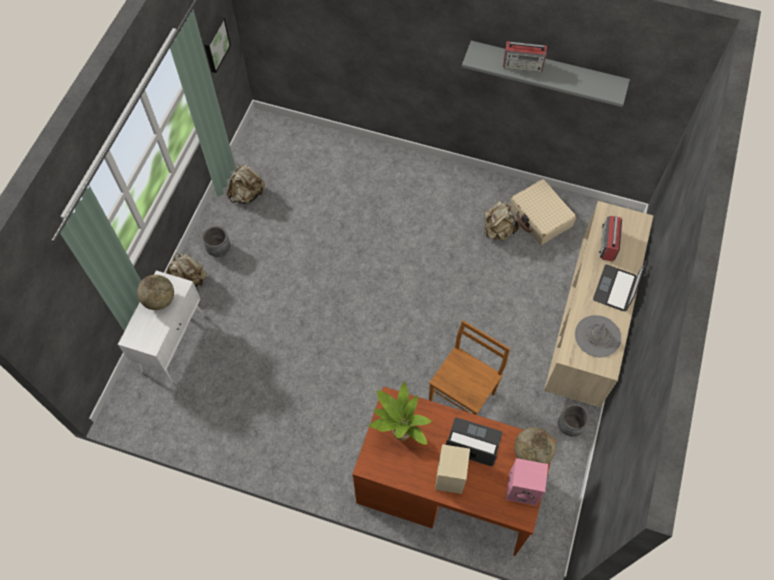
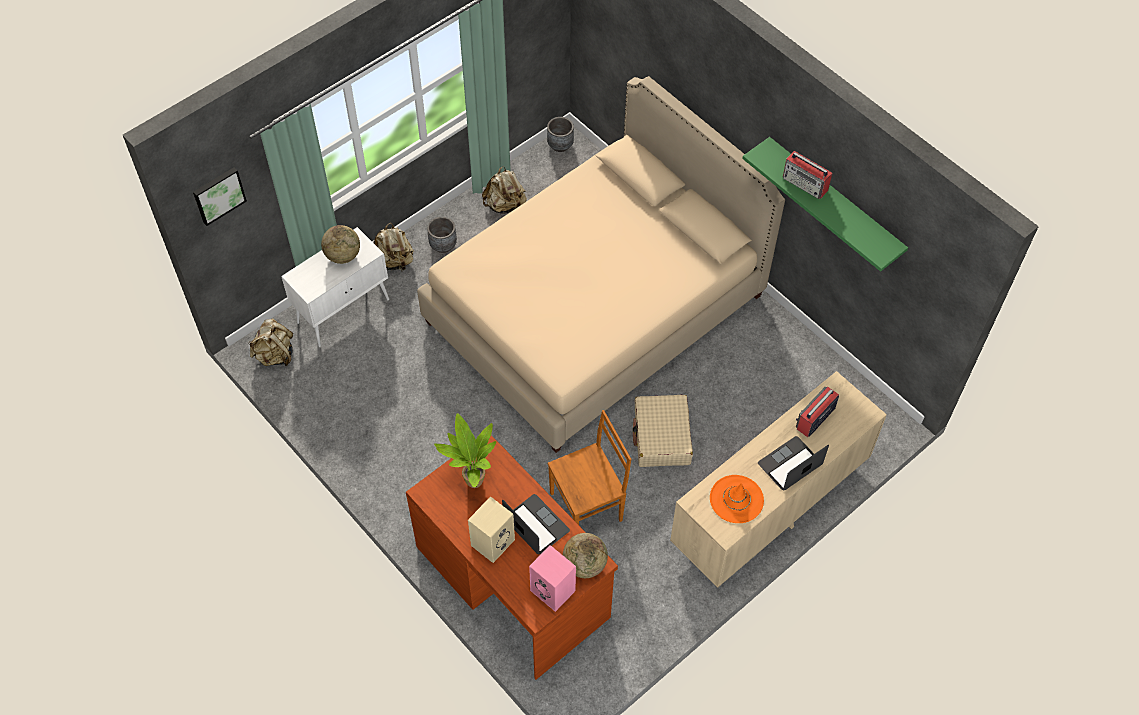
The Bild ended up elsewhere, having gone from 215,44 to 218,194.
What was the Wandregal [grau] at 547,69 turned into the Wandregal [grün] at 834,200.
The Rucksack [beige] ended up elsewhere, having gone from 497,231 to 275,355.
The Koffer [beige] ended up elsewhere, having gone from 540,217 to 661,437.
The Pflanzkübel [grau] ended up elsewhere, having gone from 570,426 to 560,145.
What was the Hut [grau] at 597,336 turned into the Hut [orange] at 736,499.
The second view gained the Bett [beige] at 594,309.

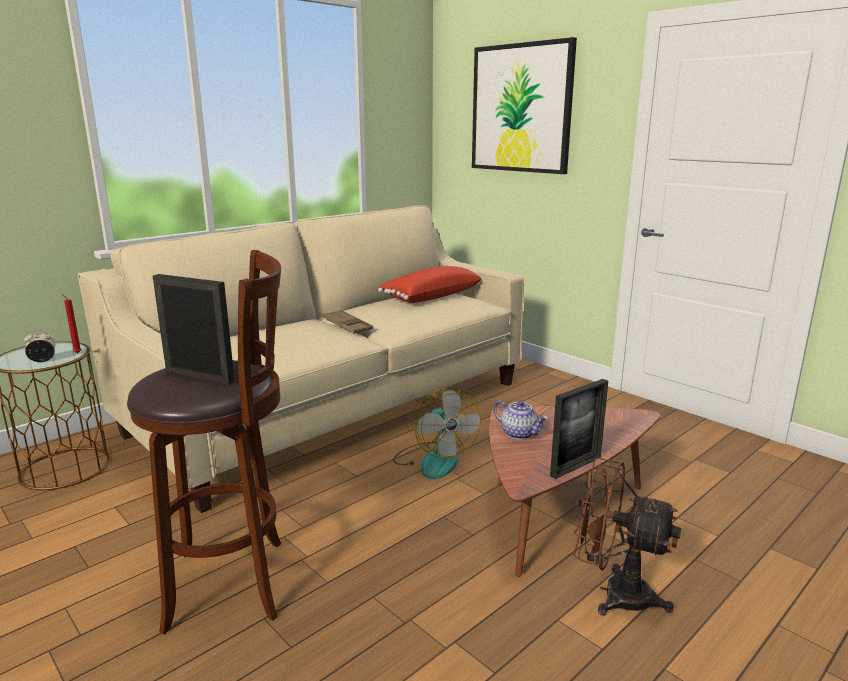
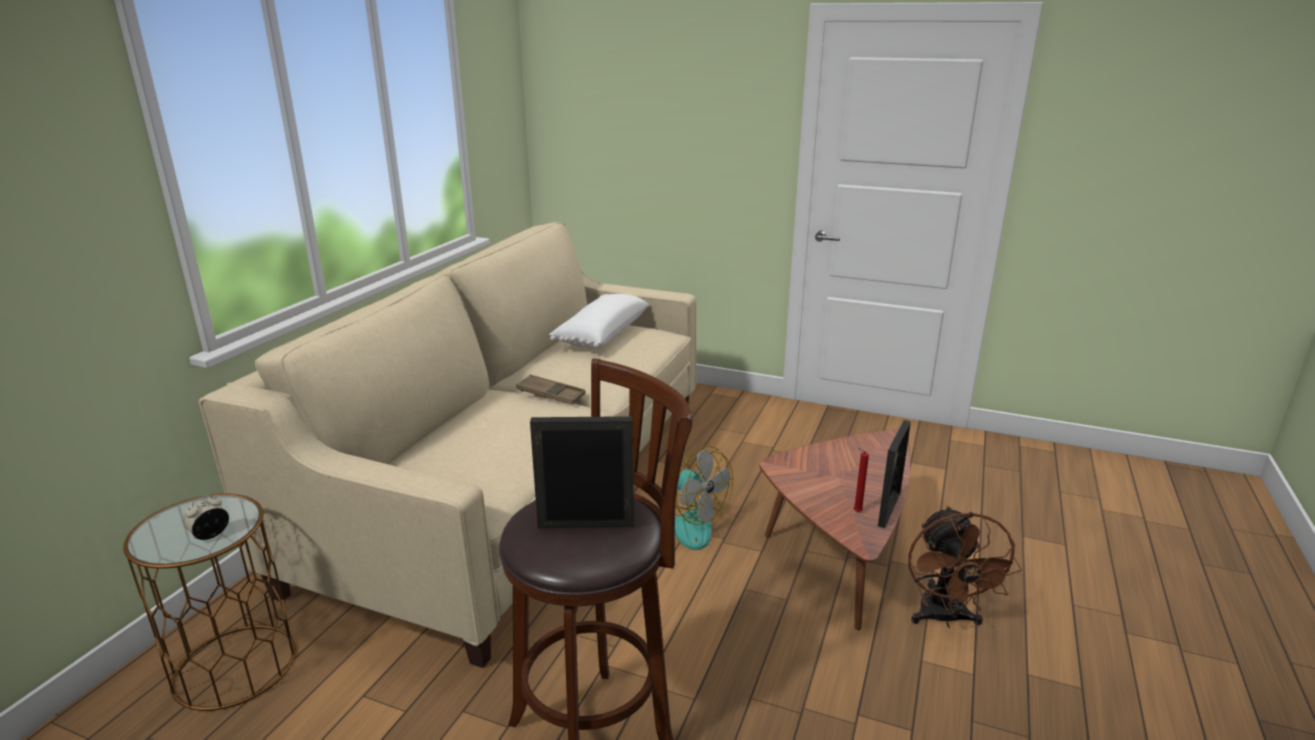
The Kerze [rot] ended up elsewhere, having gone from 76,353 to 856,512.
What was the Kissen [rot] at 430,297 turned into the Kissen [weiß] at 600,335.
The second view lost the Bild at 521,108.
The second view lost the Teekanne at 519,433.
The Ventilator [braun] at 614,593 ended up facing another way, 90 degrees counterclockwise from before.

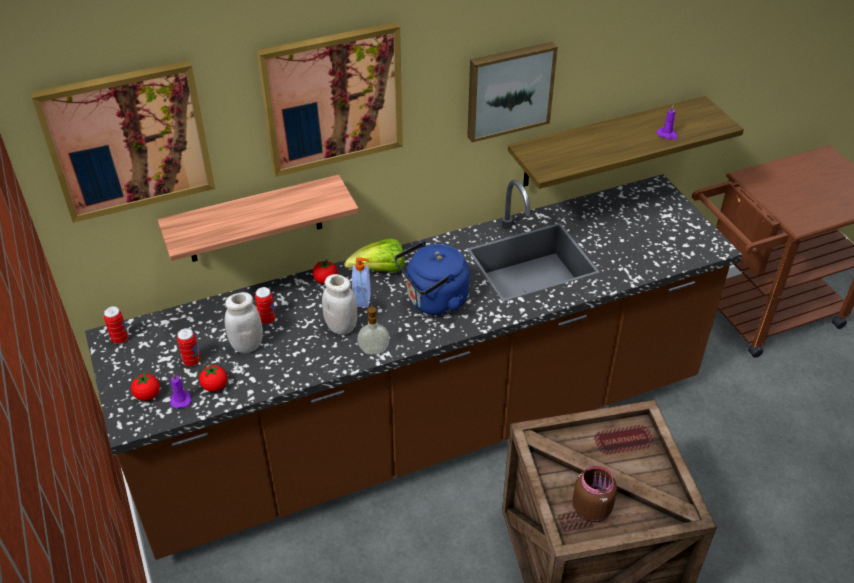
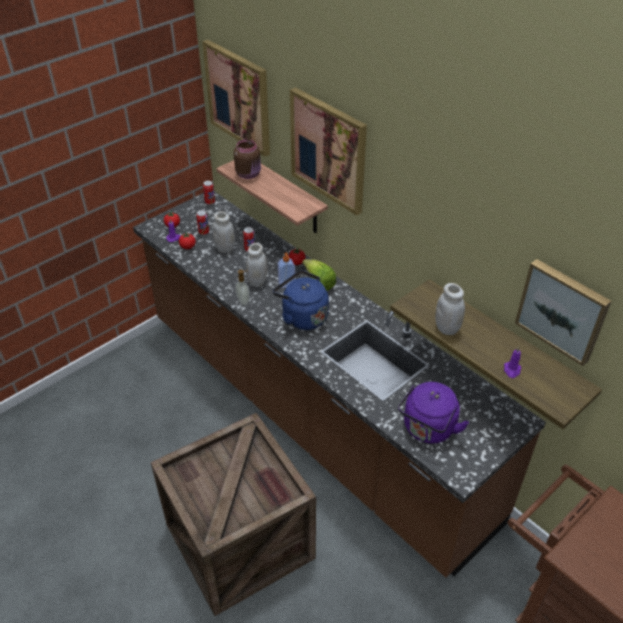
The Bild ended up elsewhere, having gone from 509,90 to 562,310.
The Vorratsglas [braun] ended up elsewhere, having gone from 591,508 to 249,174.
The second view gained the Wasserkessel [lila] at 428,429.
The second view gained the Vorratsglas [weiß] at 447,328.

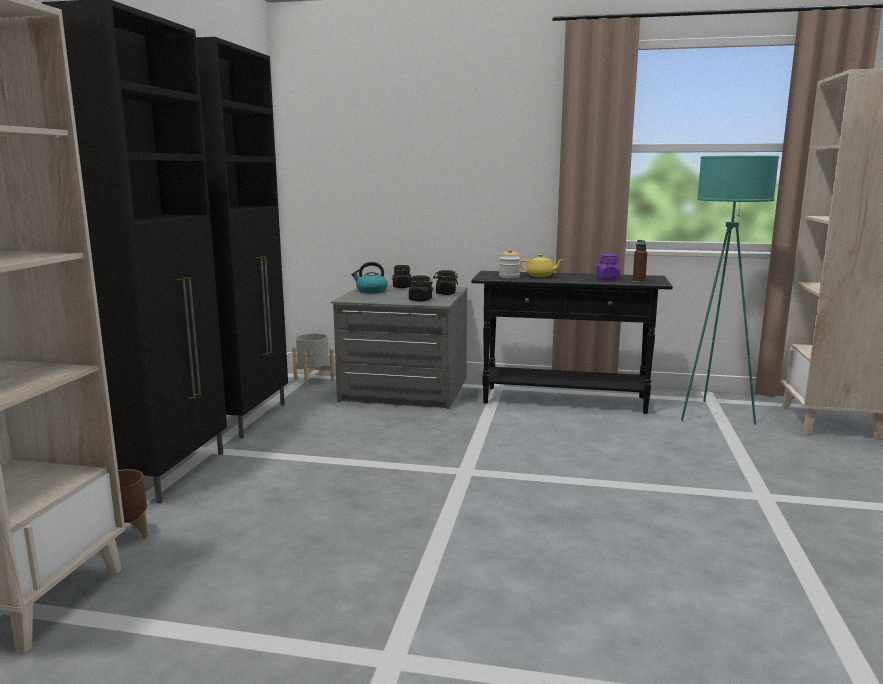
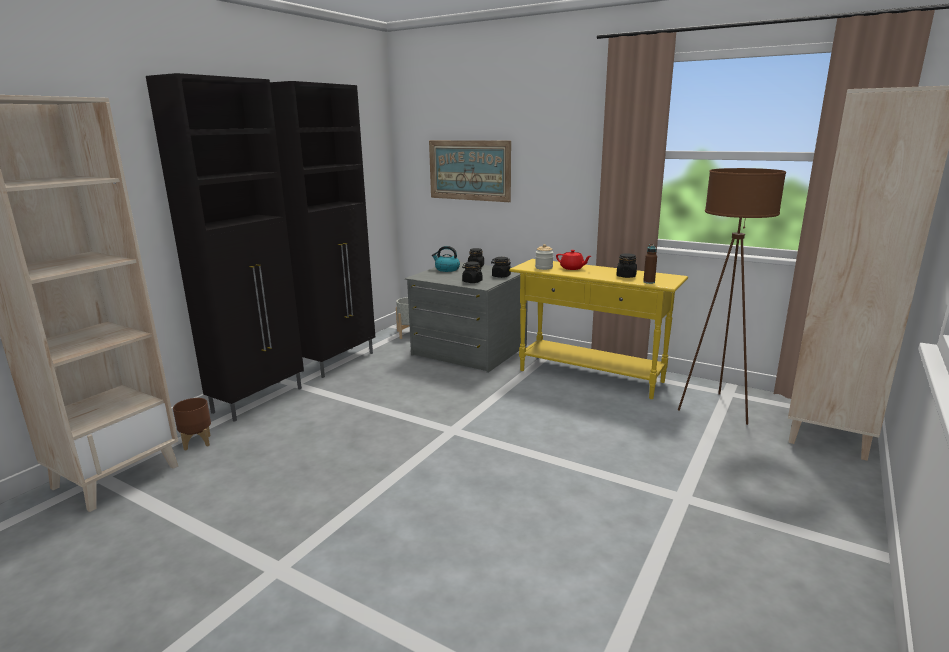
What was the Konsolentisch [schwarz] at 565,400 turned into the Konsolentisch [gelb] at 590,376.
What was the Teekanne [gelb] at 540,275 turned into the Teekanne [rot] at 572,268.
What was the Vorratsglas [lila] at 607,278 turned into the Vorratsglas [schwarz] at 626,276.
What was the Stehlampe [türkis] at 713,414 turned into the Stehlampe [braun] at 715,408.
The second view gained the Bild at 469,170.

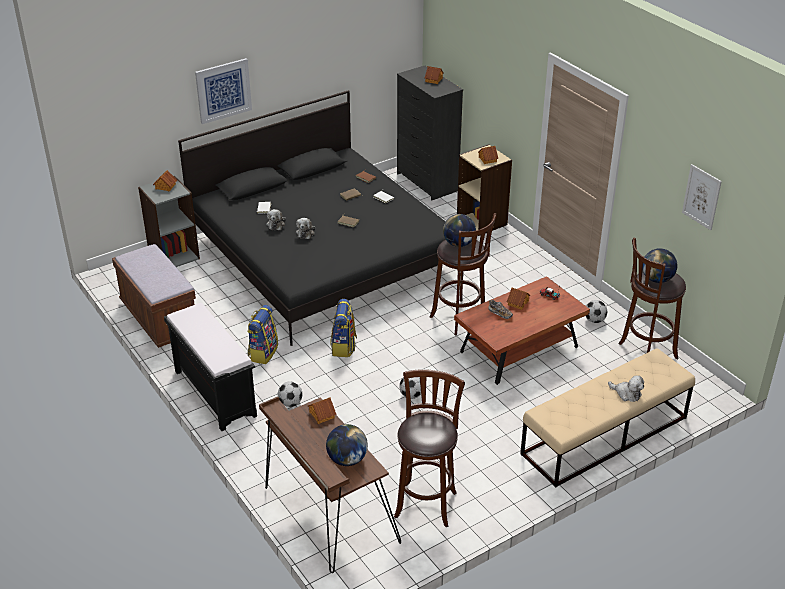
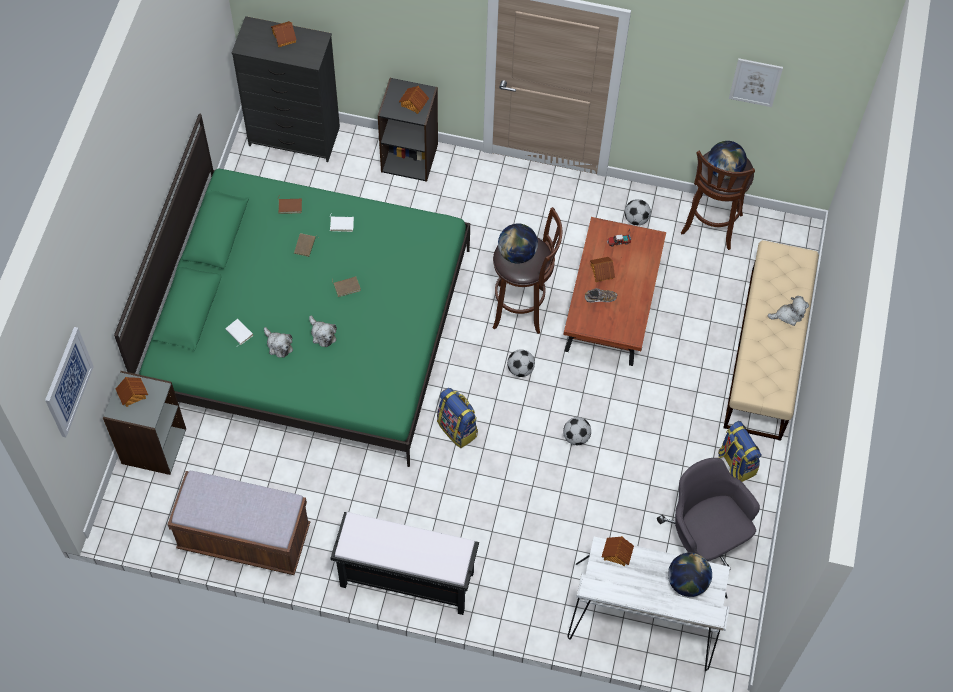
What was the Bett [schwarz] at 324,256 turned into the Bett [grün] at 308,326.
The Bild ended up elsewhere, having gone from 223,90 to 68,382.
The Rucksack ended up elsewhere, having gone from 263,352 to 736,463.
What was the Schreibtisch [braun] at 327,514 turned into the Schreibtisch [weiß] at 643,619.
The Fußball ended up elsewhere, having gone from 290,403 to 520,369.
Where the Hocker [braun] stood at 426,502, the Bürostuhl [grau] came to stand at 703,540.
What was the Bücherregal [beige] at 482,221 turned into the Bücherregal [schwarz] at 409,157.

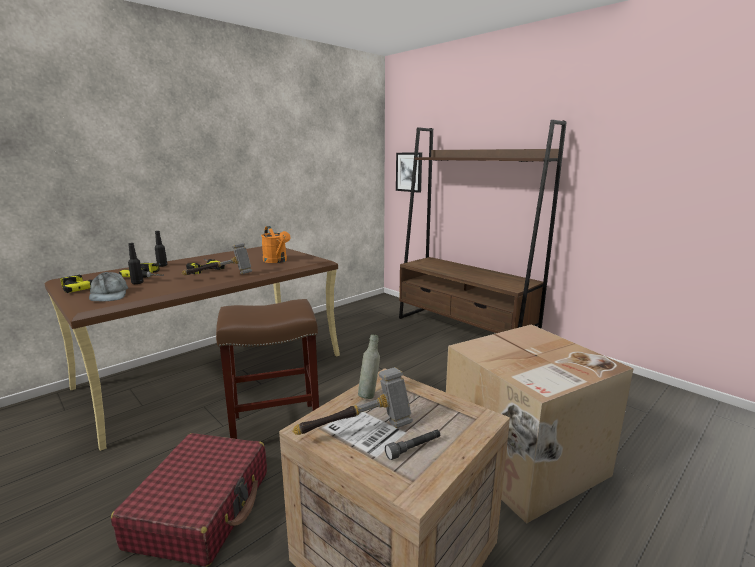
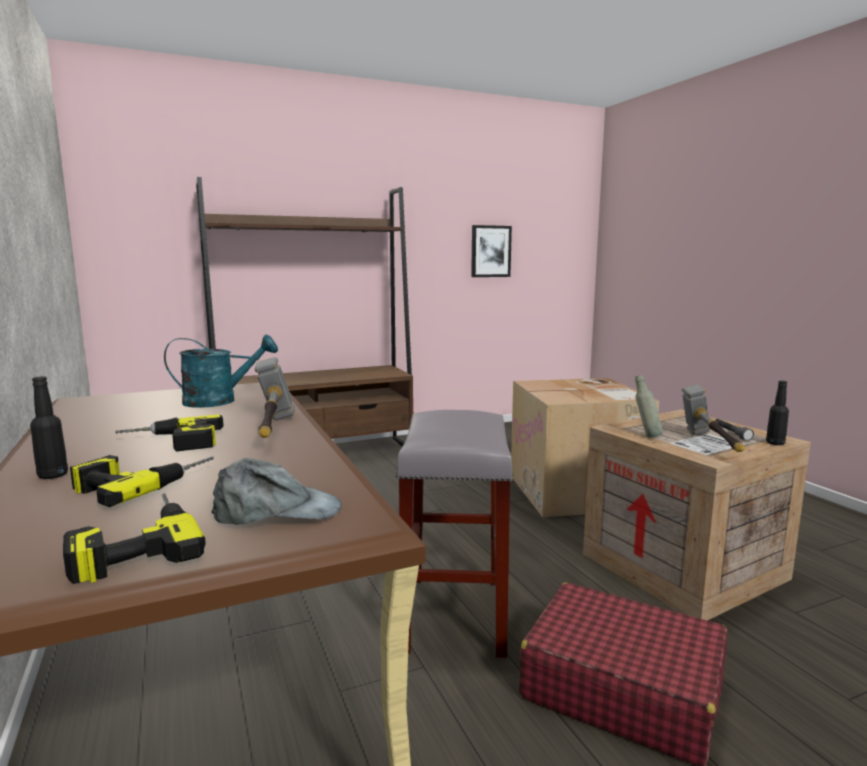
The Flasche [schwarz] ended up elsewhere, having gone from 137,283 to 775,443.
What was the Hocker [braun] at 274,427 turned into the Hocker [grau] at 455,615.
What was the Gießkanne [orange] at 277,261 turned into the Gießkanne [türkis] at 220,401.
The Bild ended up elsewhere, having gone from 409,172 to 490,251.

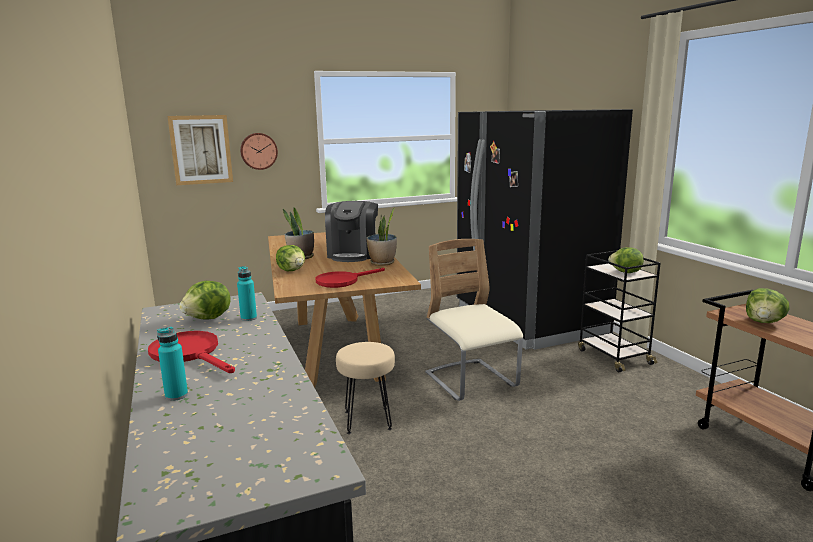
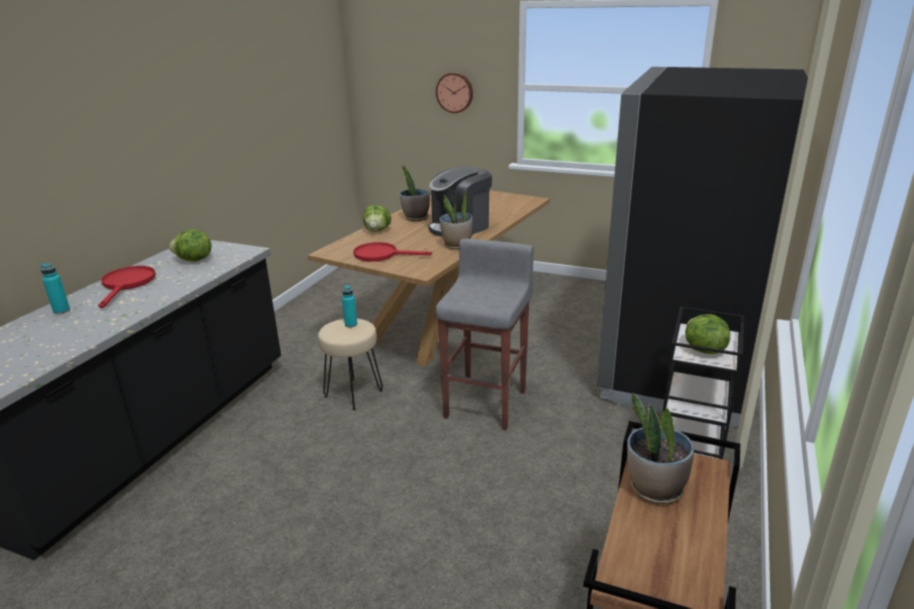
The second view lost the Bild at 201,150.
The Flasche [türkis] ended up elsewhere, having gone from 248,318 to 351,324.
Where the Stuhl [beige] stood at 471,381, the Hocker [grau] came to stand at 487,403.
Where the Salatkopf stood at 764,322, the Topfpflanze came to stand at 655,489.

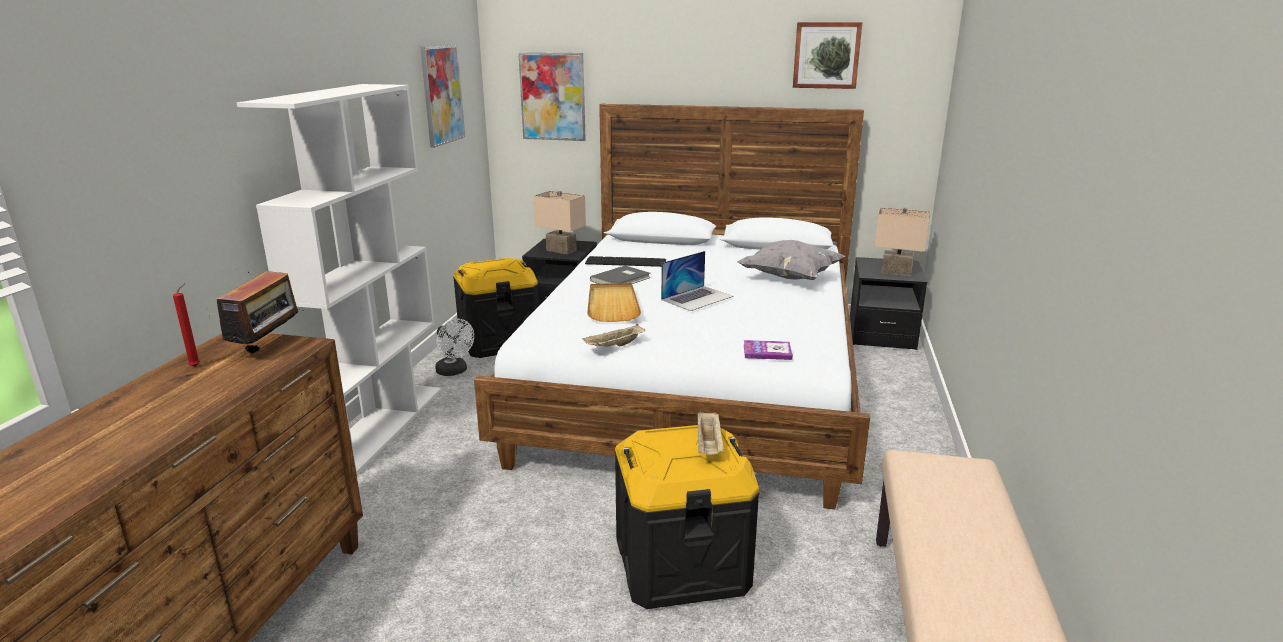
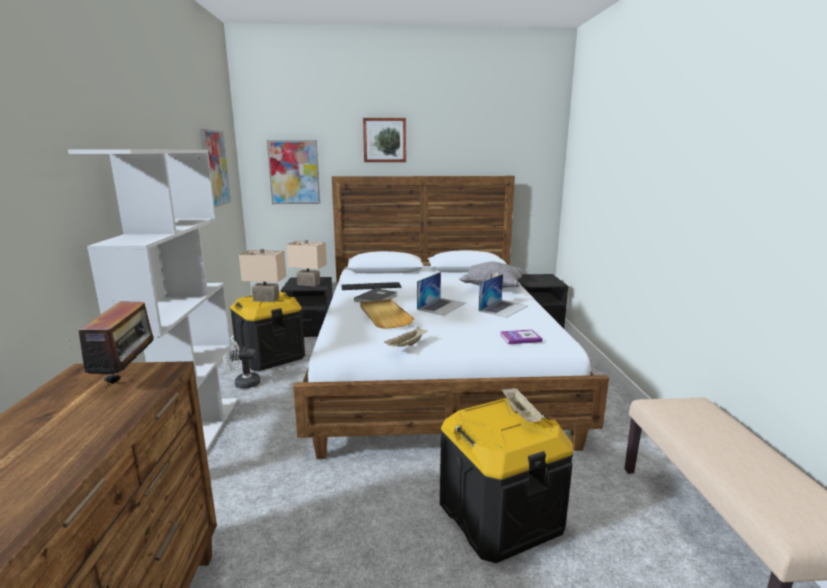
The second view lost the Kerze [rot] at 197,366.
The Ventilator [weiß] at 454,372 ended up facing another way, 135 degrees clockwise from before.
The Bild ended up elsewhere, having gone from 826,55 to 384,140.
The Tischlampe [beige] ended up elsewhere, having gone from 897,271 to 267,299.
The second view gained the Laptop at 503,308.

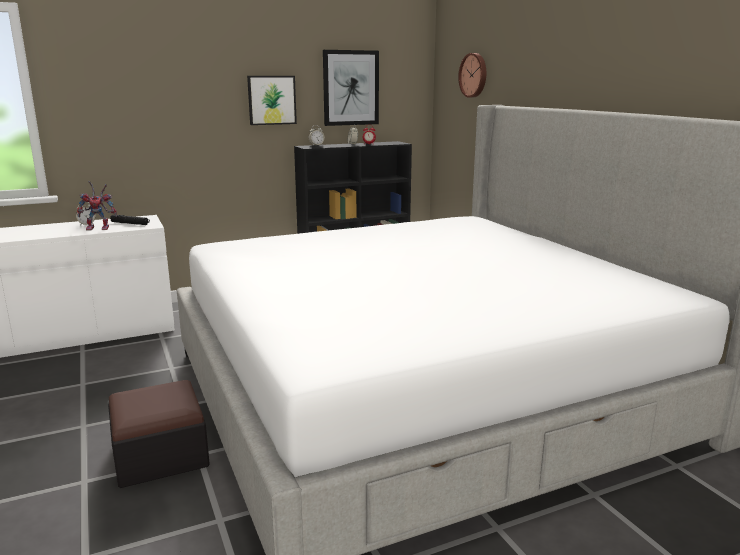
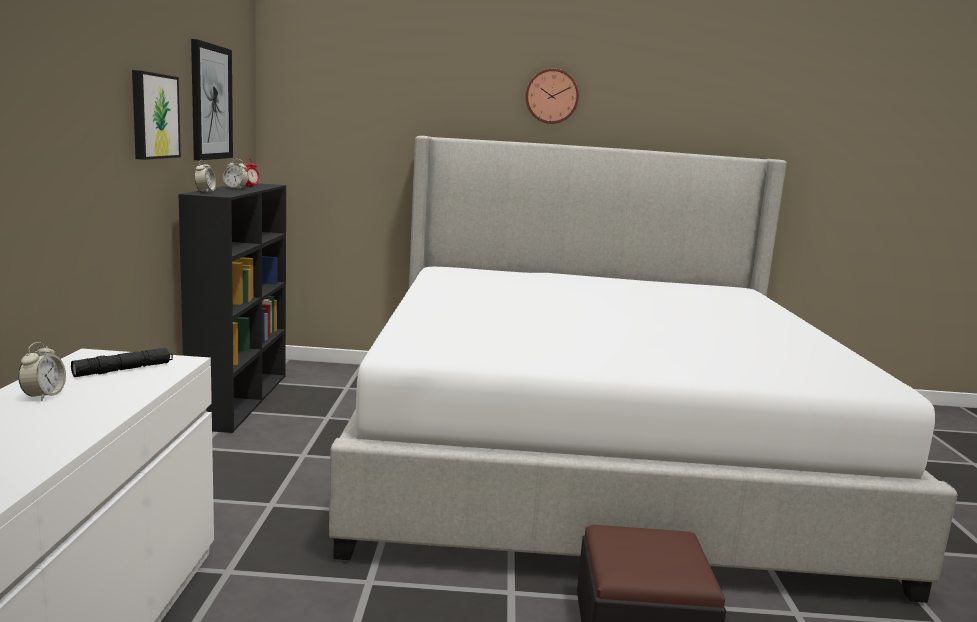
The second view lost the Spielzeugroboter at 100,228.
The Wanduhr ended up elsewhere, having gone from 474,75 to 551,96.

